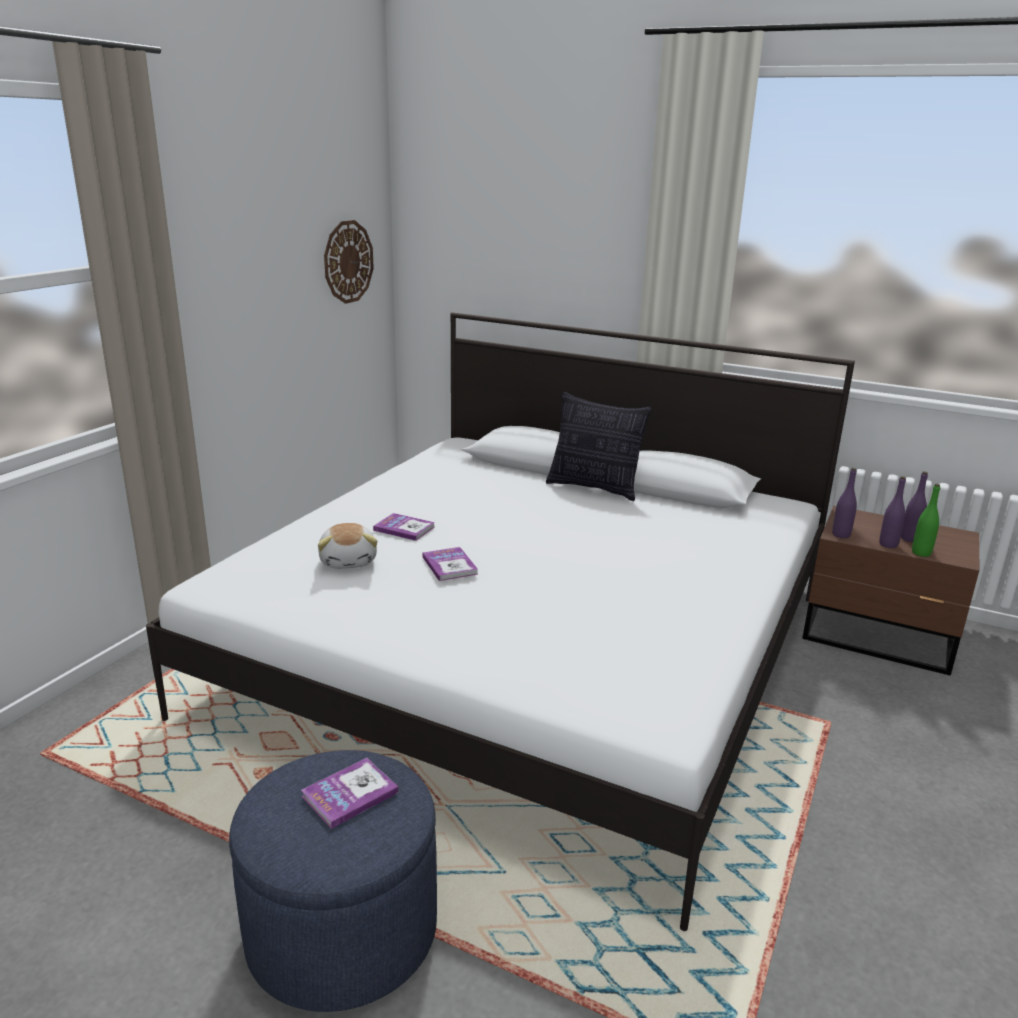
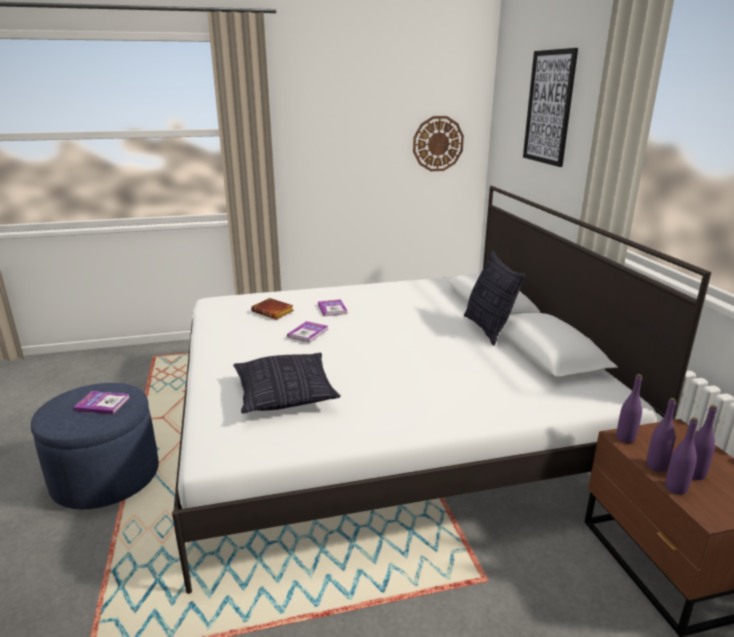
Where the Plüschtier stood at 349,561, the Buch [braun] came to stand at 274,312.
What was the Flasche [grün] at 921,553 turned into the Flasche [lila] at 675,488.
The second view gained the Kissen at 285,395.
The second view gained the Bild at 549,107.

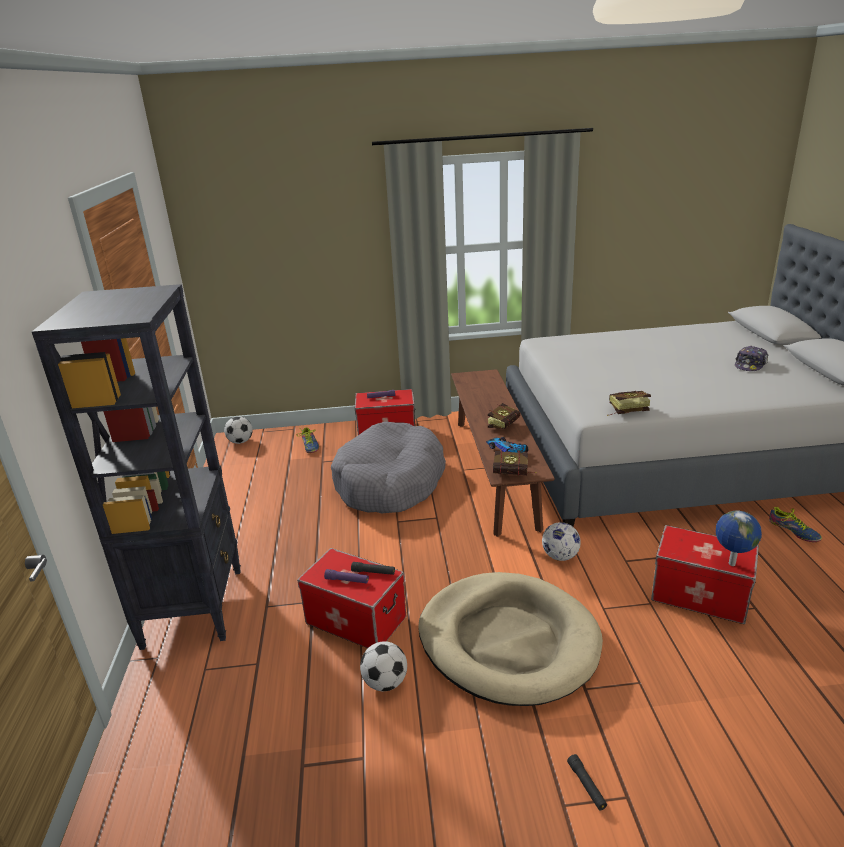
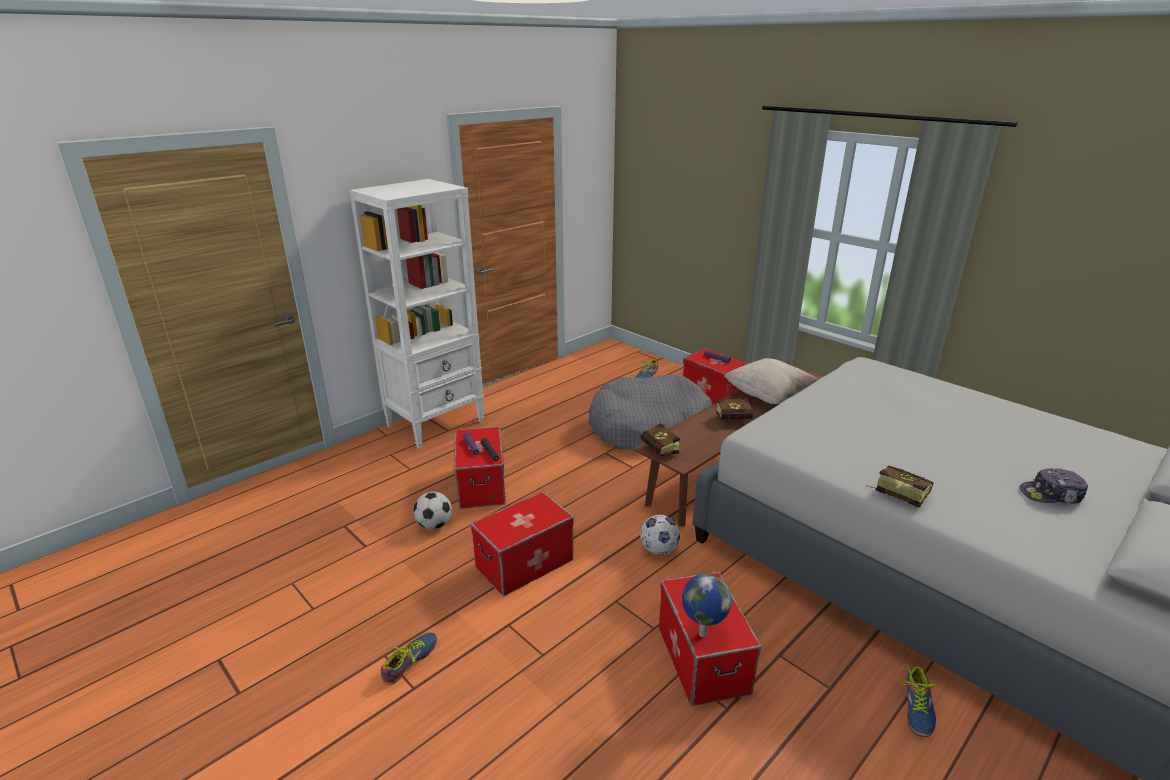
What was the Bücherregal [schwarz] at 194,606 turned into the Bücherregal [weiß] at 436,423.
The second view lost the Fußball at 240,442.
Where the Hundebett [beige] stood at 508,641, the Aufbewahrungsbox came to stand at 524,563.
The second view lost the Spielzeugauto at 506,450.
Where the Taschenlampe [schwarz] stood at 586,786, the Schuh came to stand at 409,661.
The Buch ended up elsewhere, having gone from 624,411 to 895,493.
The second view gained the Kissen [beige] at 768,396.

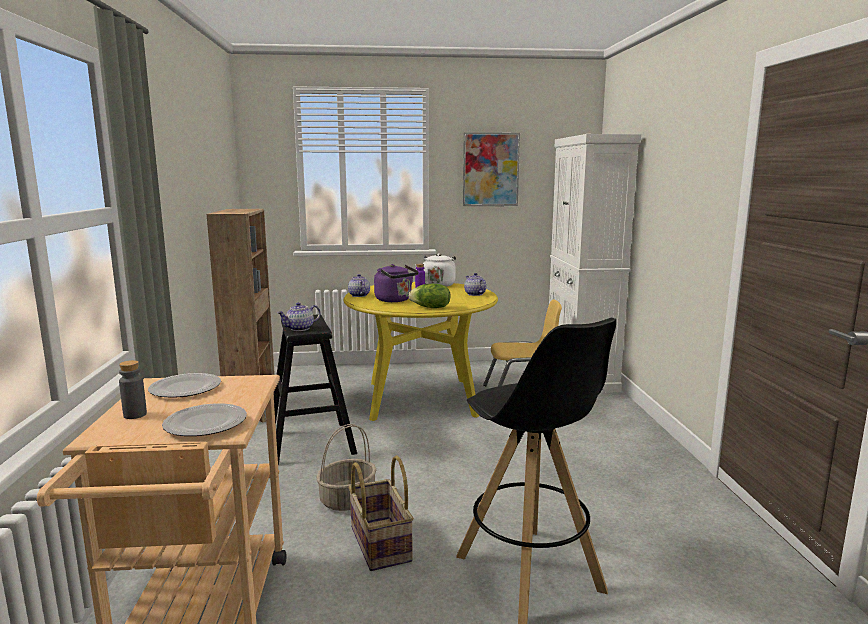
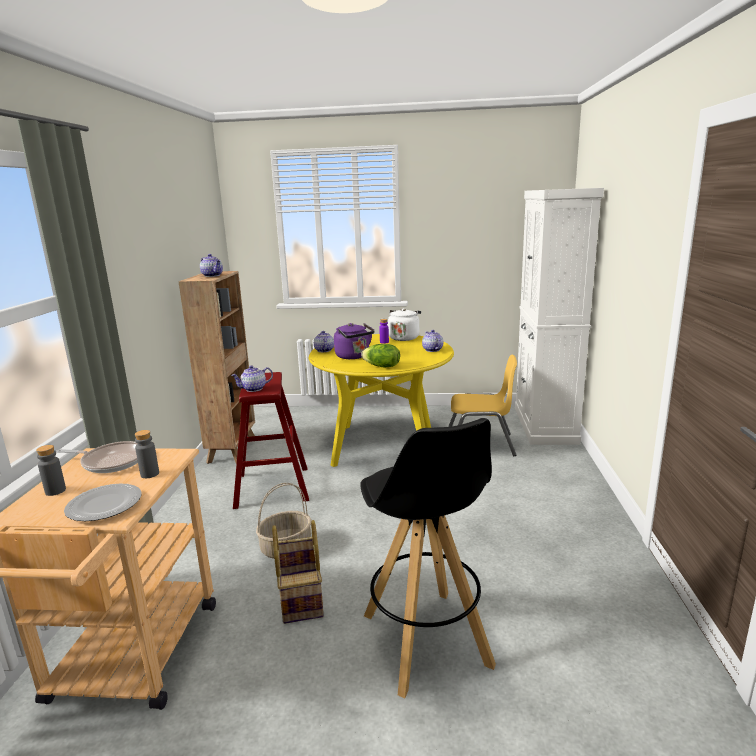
Where the Teller stood at 185,388, the Pfanne came to stand at 111,461.
What was the Hocker [schwarz] at 311,443 turned into the Hocker [rot] at 272,487.
The second view lost the Bild at 490,169.
The second view gained the Flasche [grau] at 150,474.
The second view gained the Teekanne at 213,275.

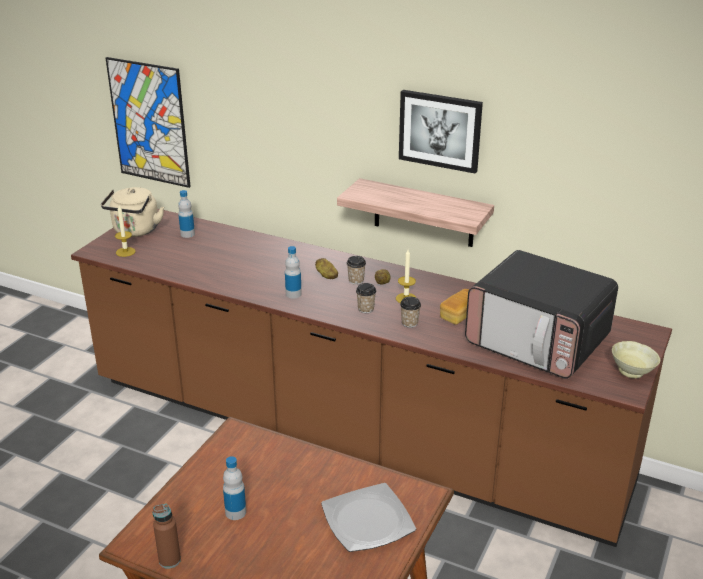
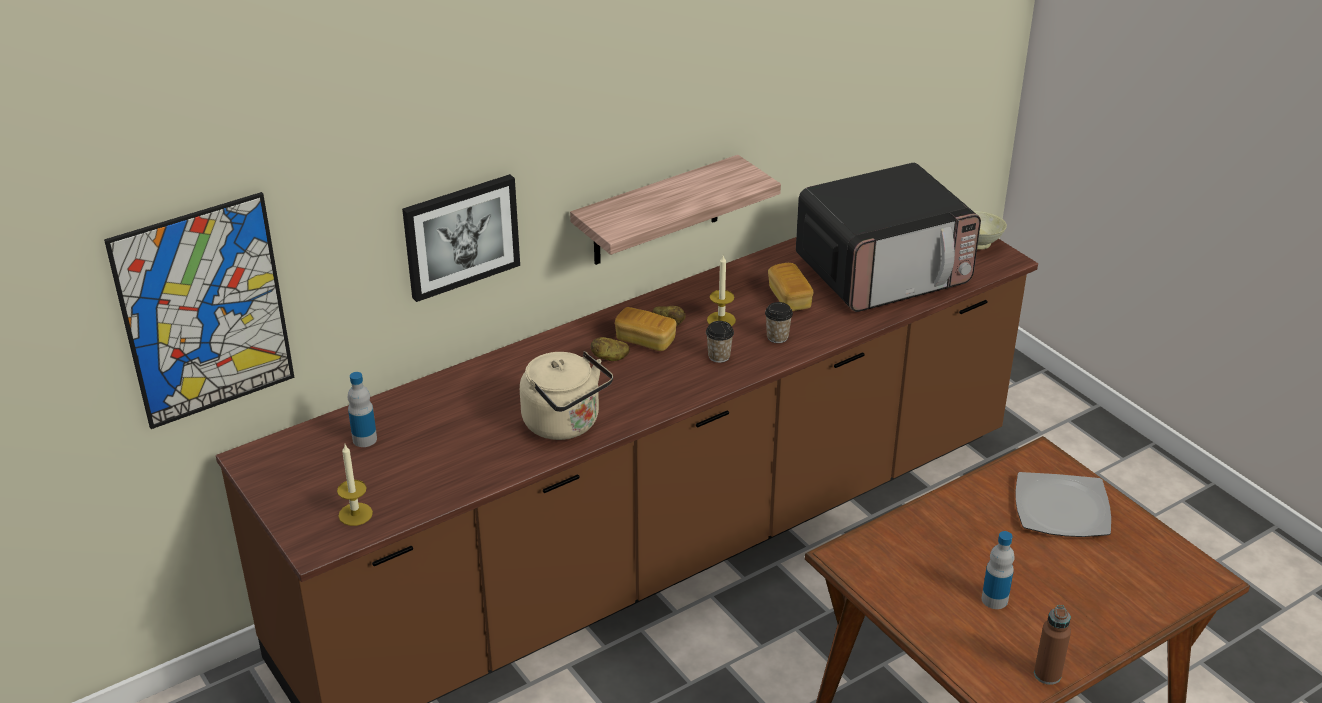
The Wasserkessel [beige] ended up elsewhere, having gone from 135,231 to 565,424.
The second view lost the Flasche at 293,294.
Where the Tasse stood at 356,281, the Brot came to stand at 645,340.
The Bild ended up elsewhere, having gone from 440,130 to 461,236.

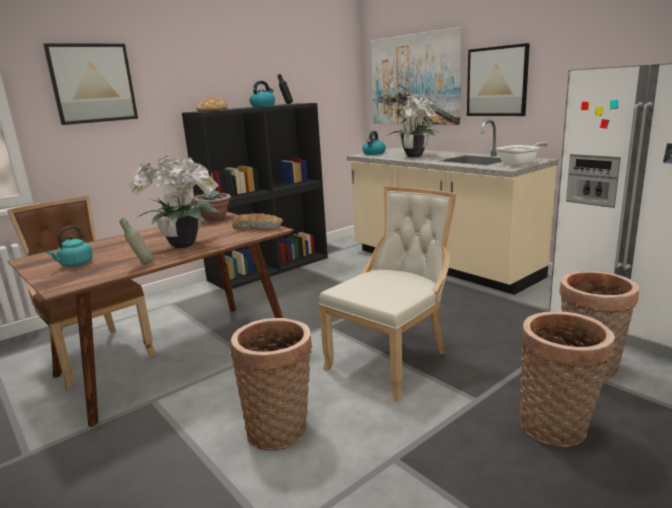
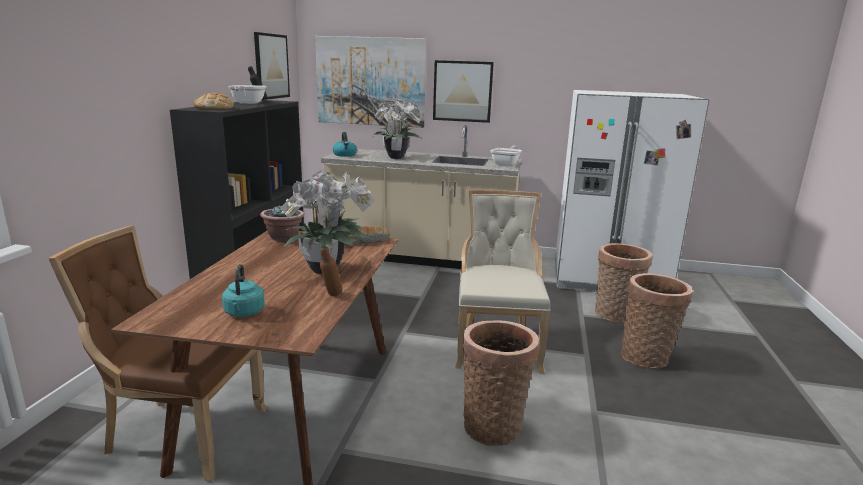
The Bild ended up elsewhere, having gone from 93,83 to 271,66.
What was the Flasche [grau] at 141,264 turned into the Flasche [braun] at 331,297.
Where the Wasserkessel stood at 263,106, the Pfanne came to stand at 247,103.

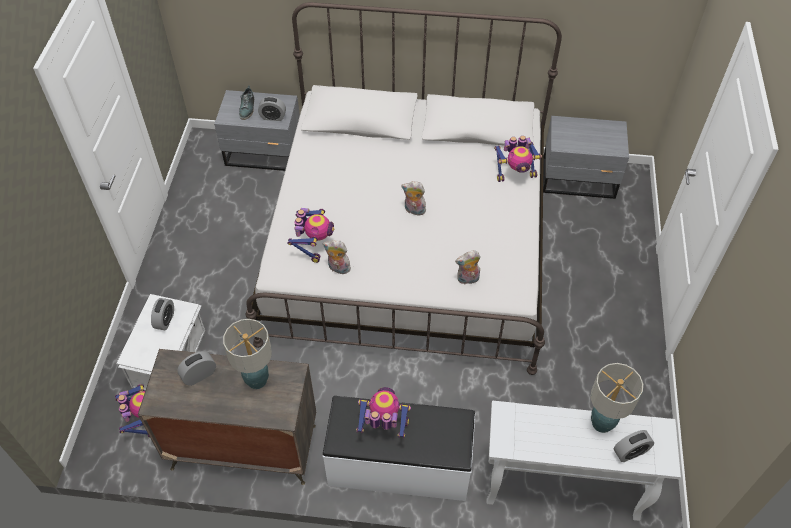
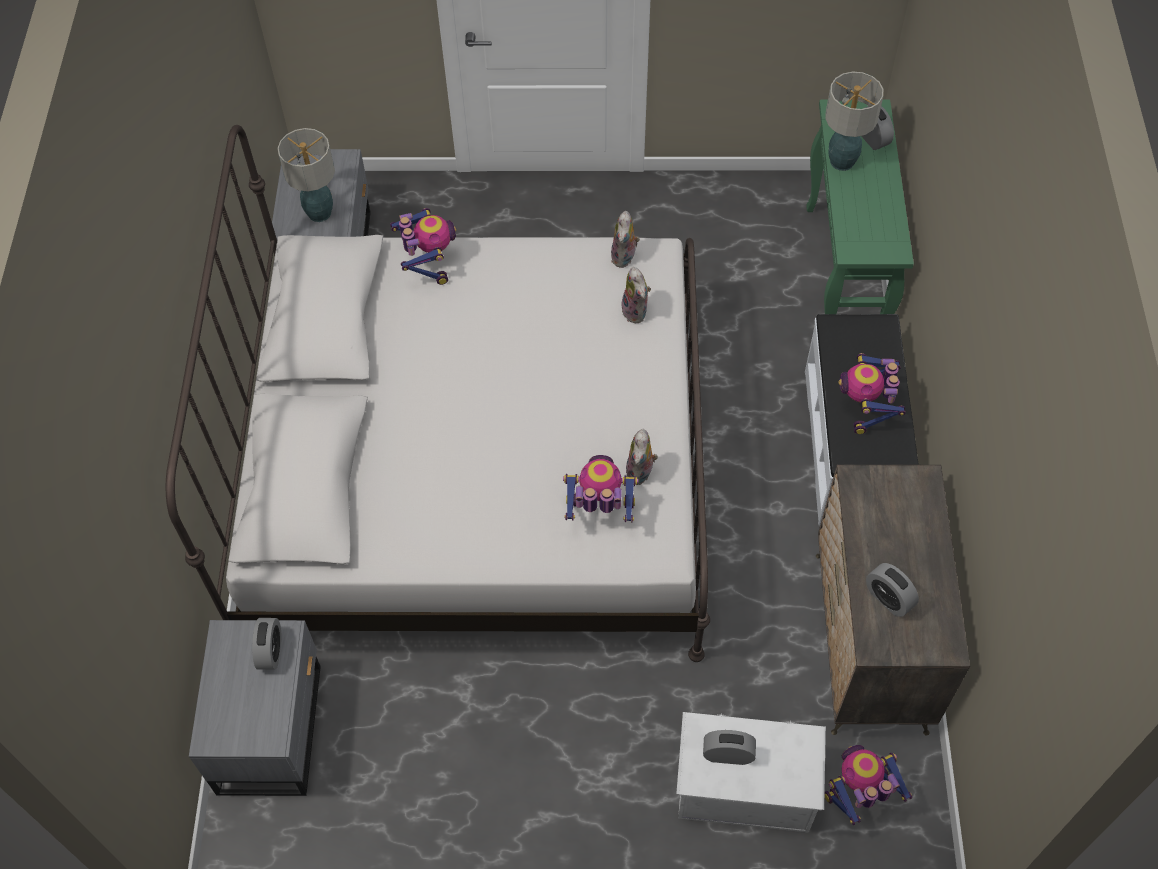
The Tischlampe ended up elsewhere, having gone from 256,380 to 319,213.
The second view lost the Schuh at 247,108.
The Plüschtier ended up elsewhere, having gone from 414,210 to 624,257.
What was the Konsolentisch [weiß] at 560,489 turned into the Konsolentisch [grün] at 843,277.

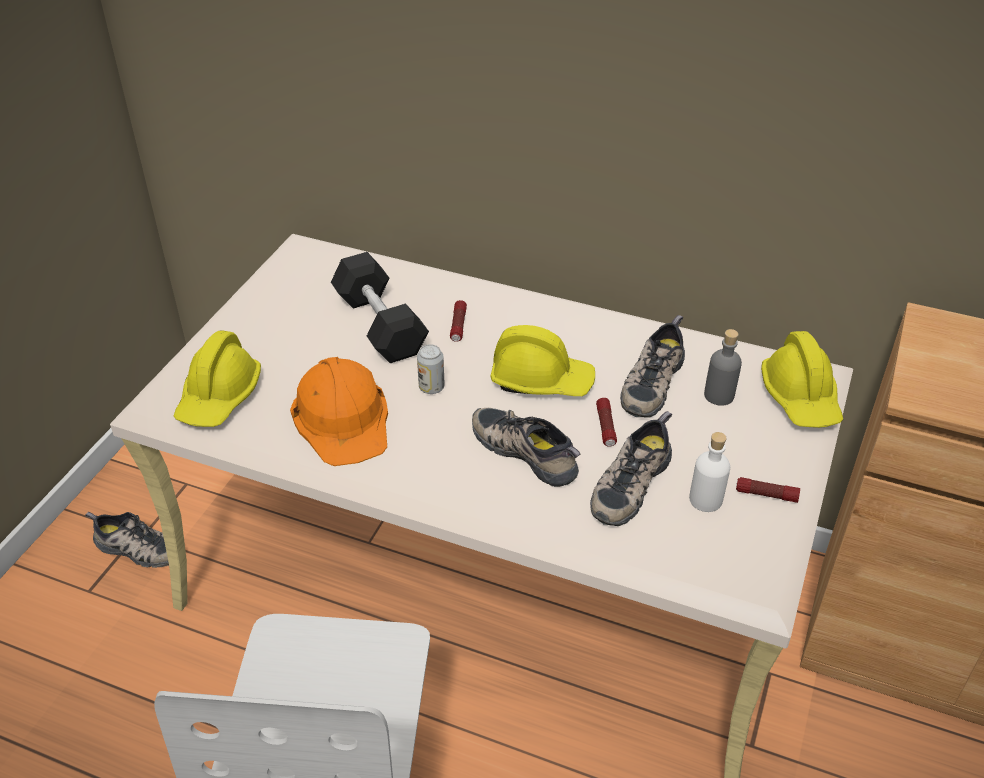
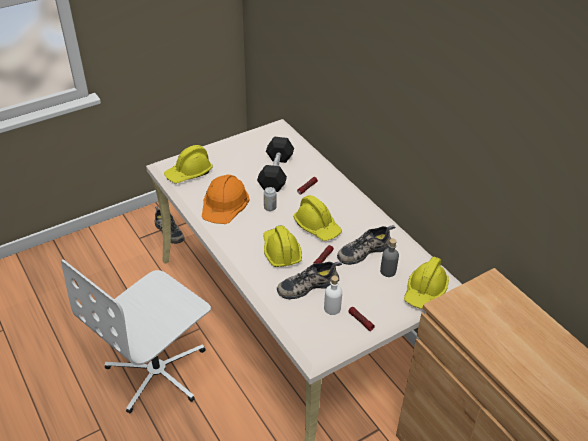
Where the Schuh stood at 527,451, the Schutzhelm [gelb] came to stand at 281,251.

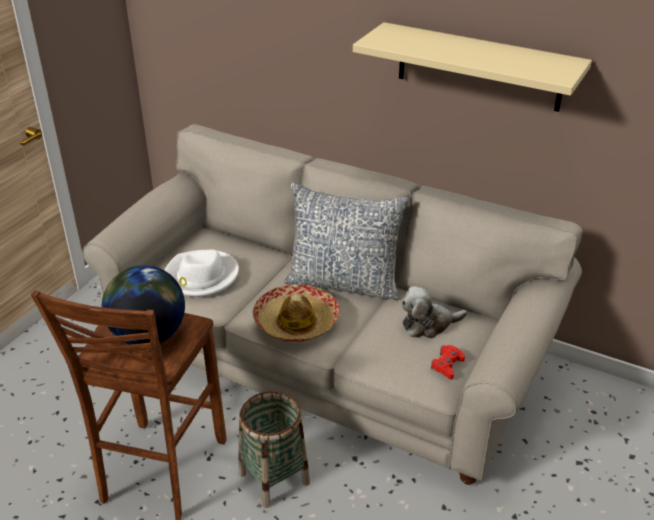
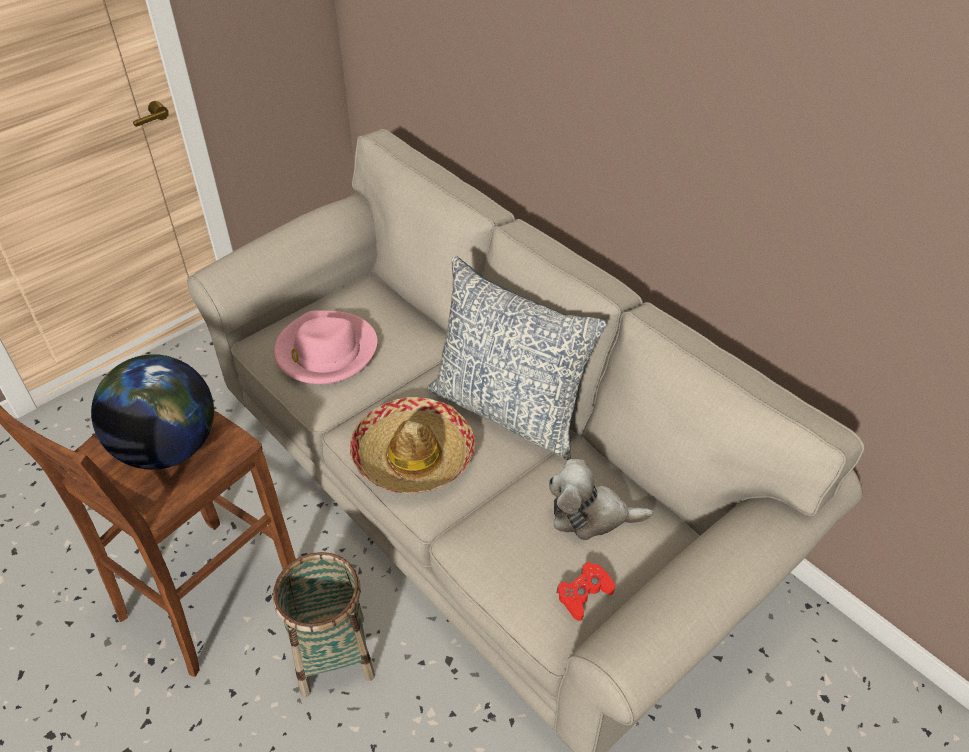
What was the Hut [weiß] at 201,276 turned into the Hut [rosa] at 325,351.
The second view lost the Wandregal [beige] at 479,67.

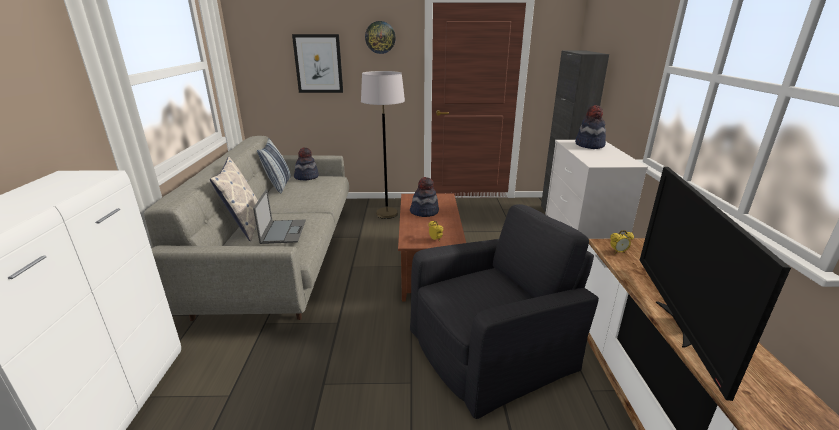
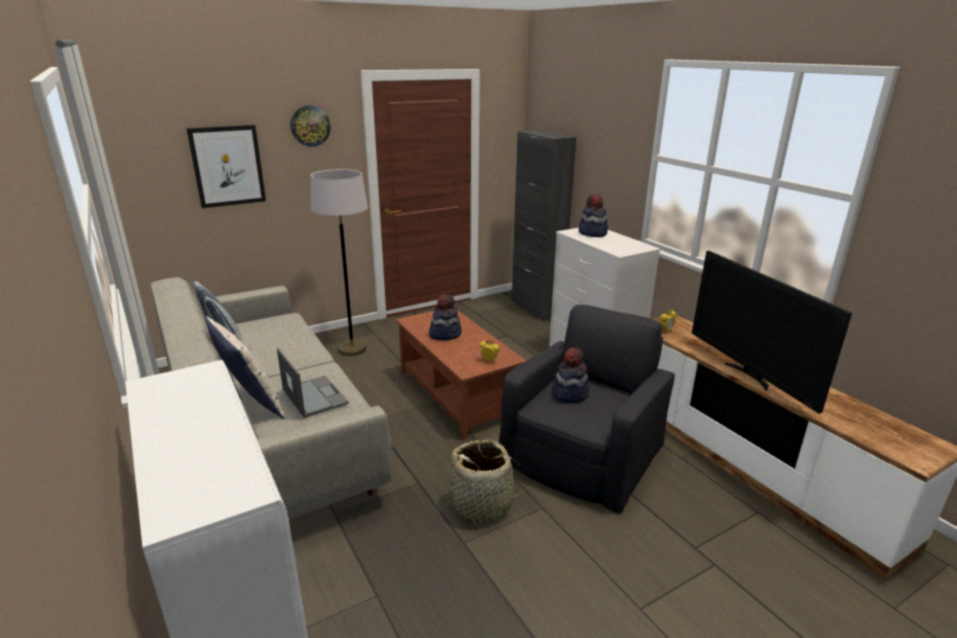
The Hut ended up elsewhere, having gone from 306,177 to 569,394.
The second view gained the Korb at 483,506.

